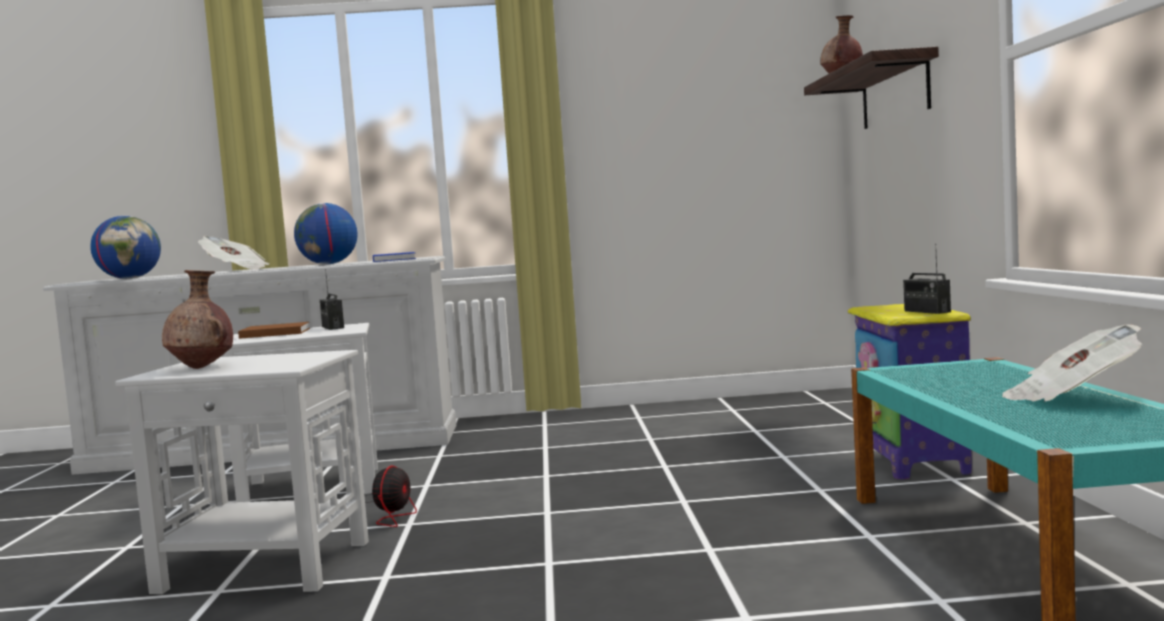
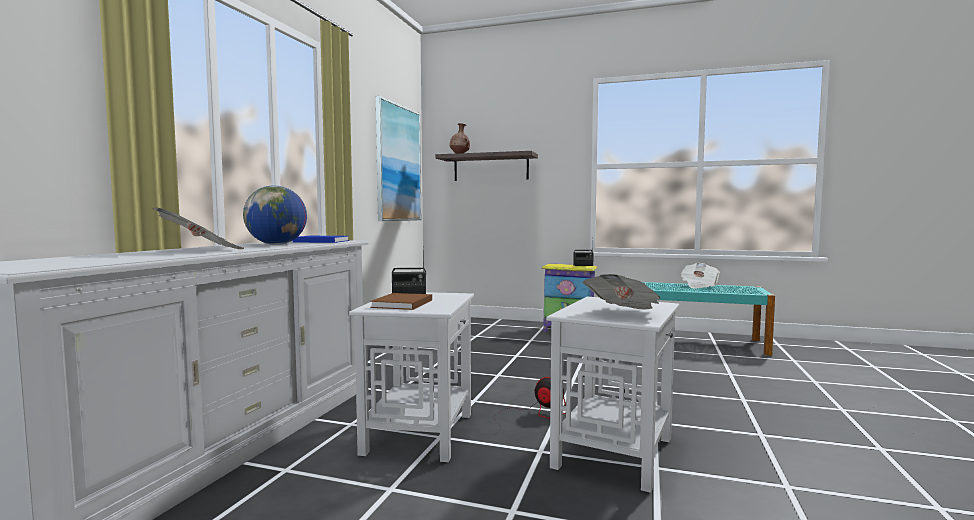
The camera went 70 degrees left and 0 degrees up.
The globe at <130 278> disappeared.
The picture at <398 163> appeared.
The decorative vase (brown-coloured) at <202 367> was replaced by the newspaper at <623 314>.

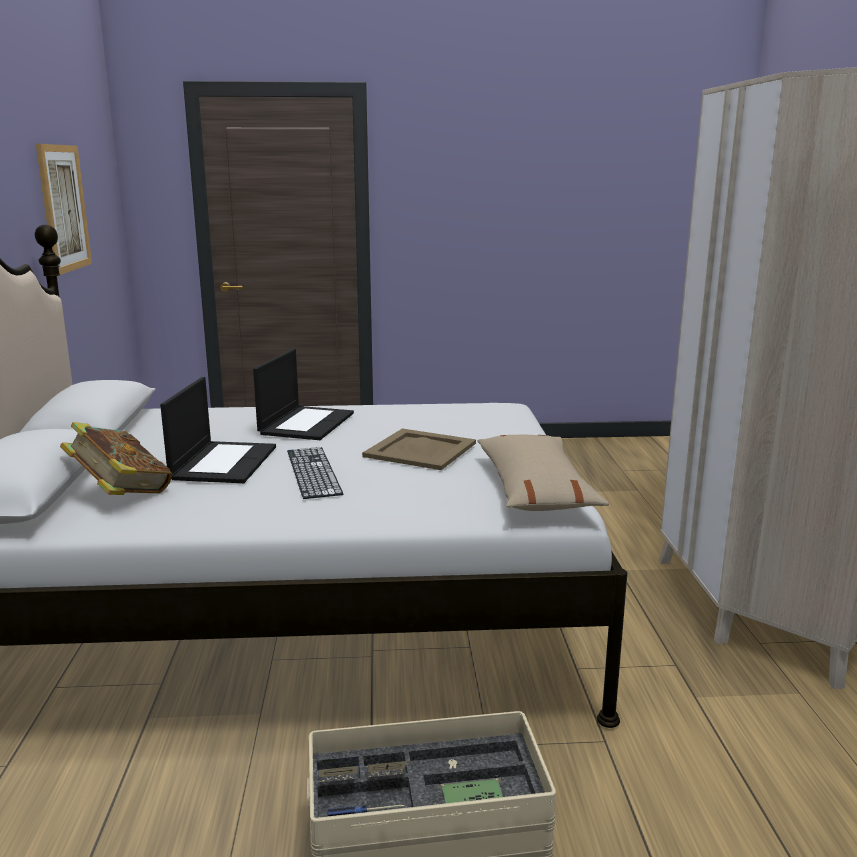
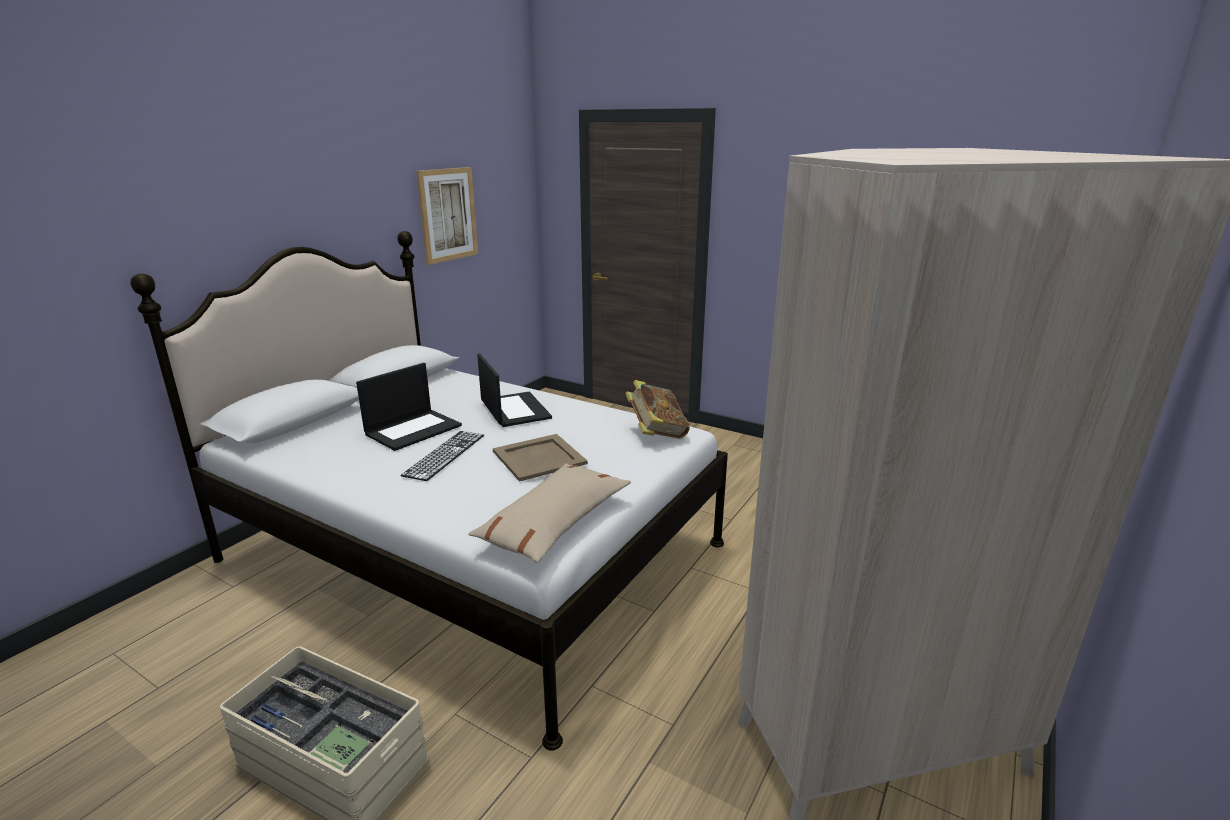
The camera went 35 degrees right and 5 degrees up.
The book moved from <121 494> to <656 433>.
The portable computer at <306 423> turned 75 degrees counterclockwise.

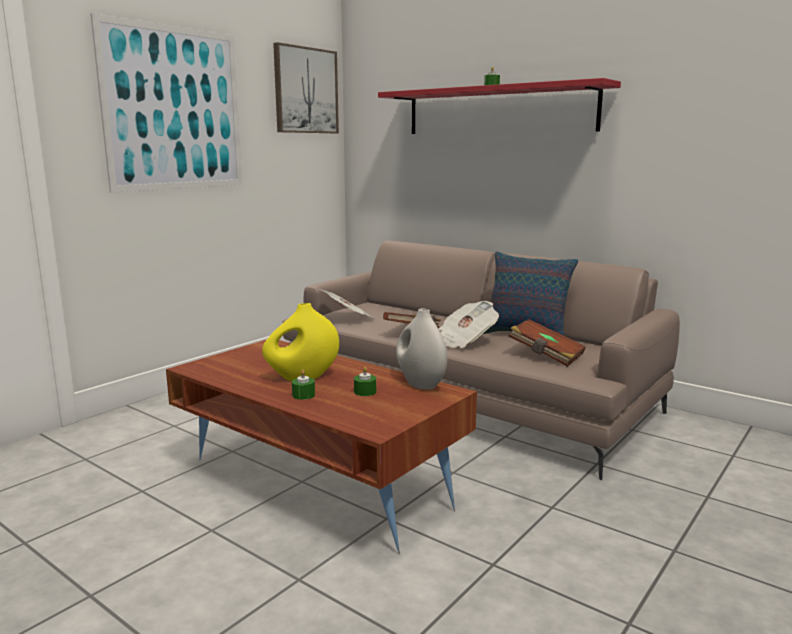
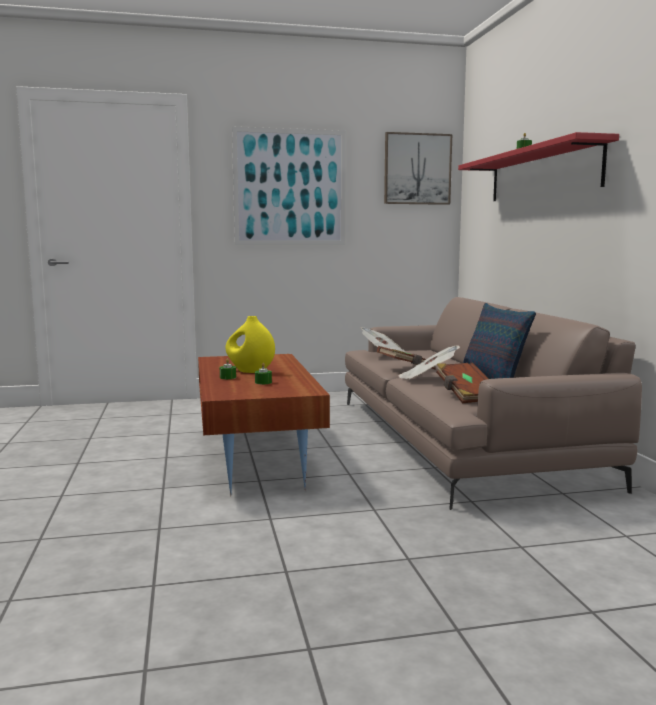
The camera went 40 degrees right and 5 degrees down.
The decorative vase (white) at <420 384> disappeared.

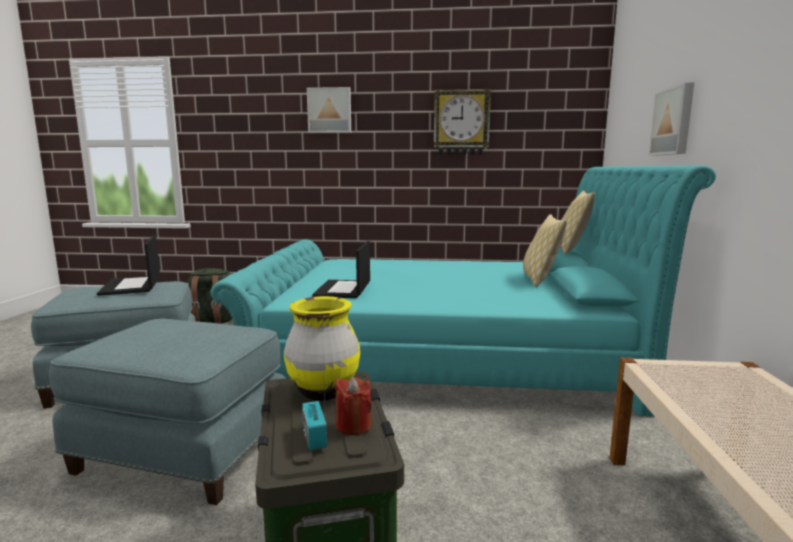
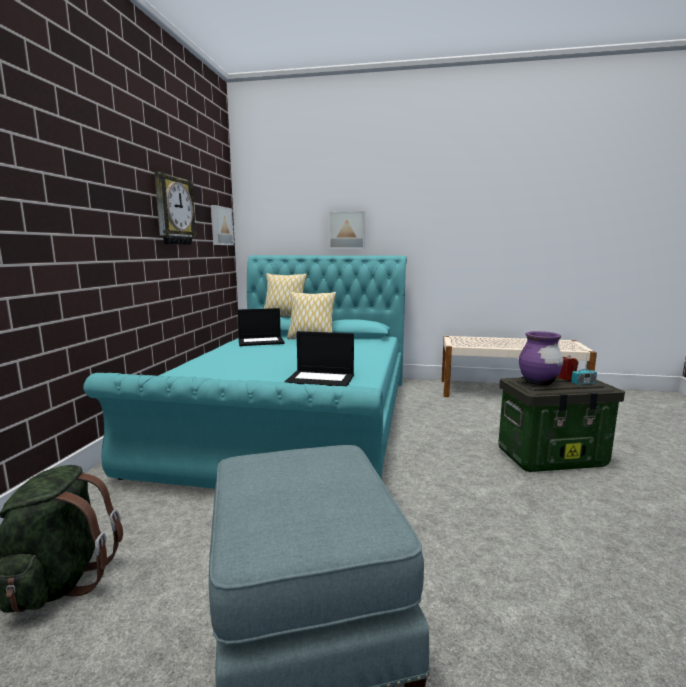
The camera went 85 degrees left and 0 degrees up.
The ottoman (blue-coloured) at <183 452> disappeared.
The portable computer moved from <132 286> to <261 341>.
The picture moved from <329 110> to <220 226>.
The decorative vase (yellow-coloured) at <323 392> became the decorative vase (purple) at <538 383>.

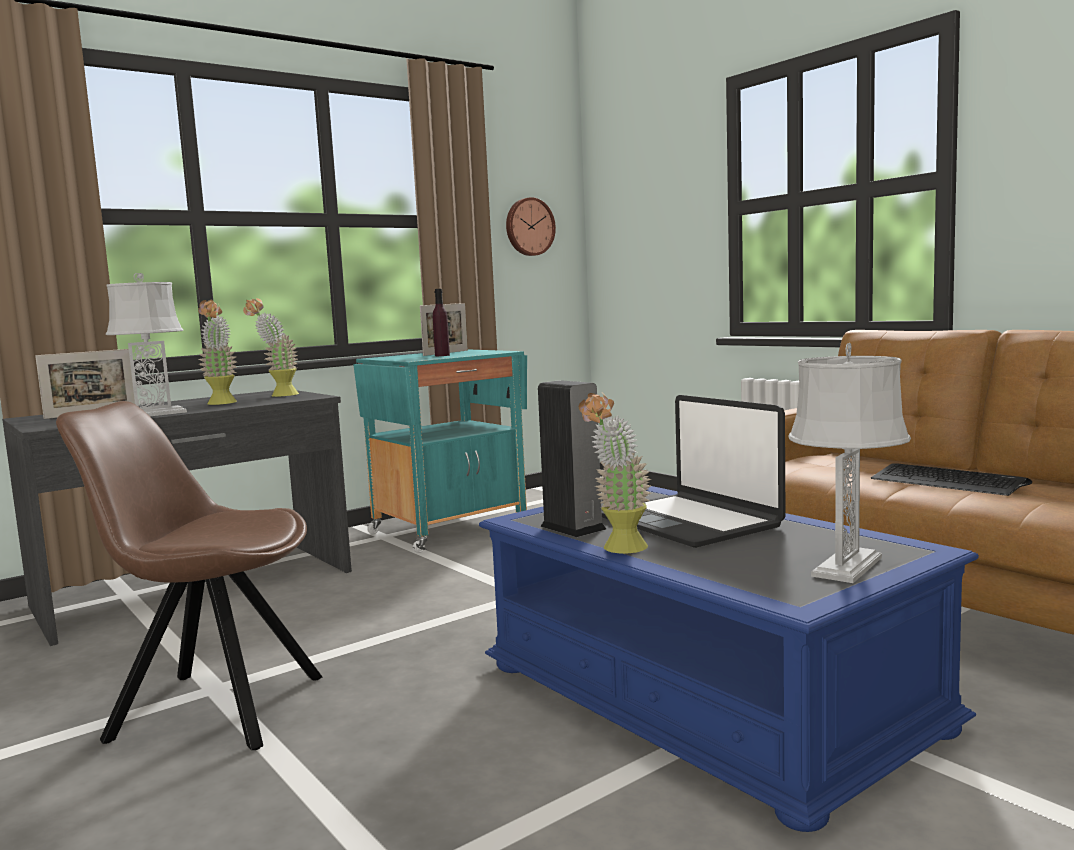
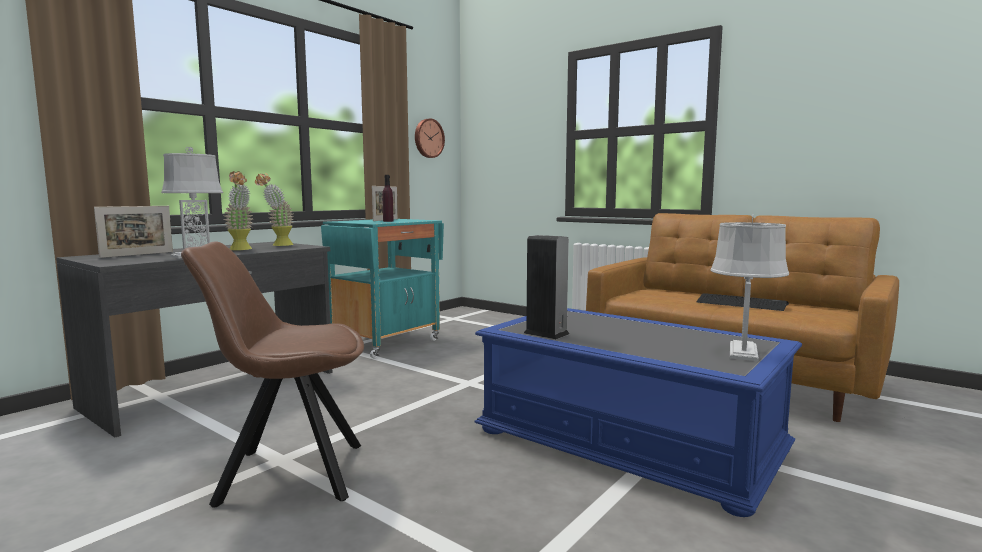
The camera went 15 degrees left and 0 degrees up.
The potted plant at <618 550> disappeared.
The portable computer at <690 522> disappeared.

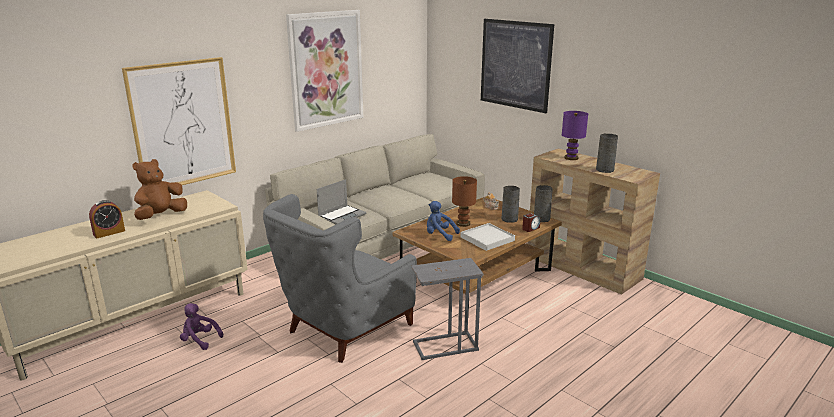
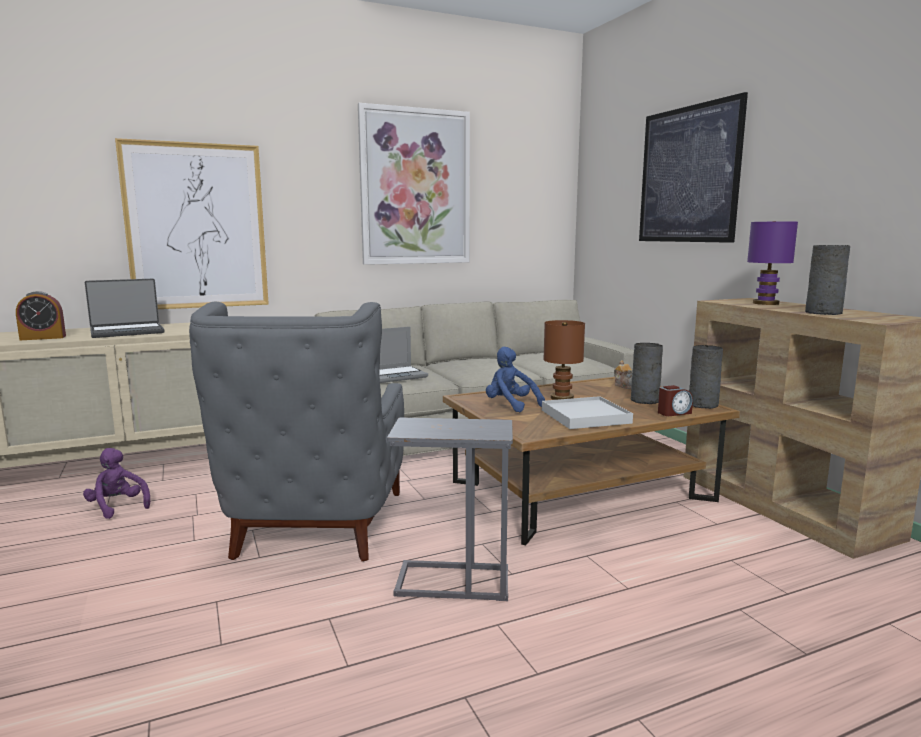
The camera went 20 degrees right and 10 degrees down.
The cuddly toy (brown-coloured) at <161 216> was replaced by the portable computer at <127 332>.
The easy chair (gray) at <344 330> turned 60 degrees counterclockwise.

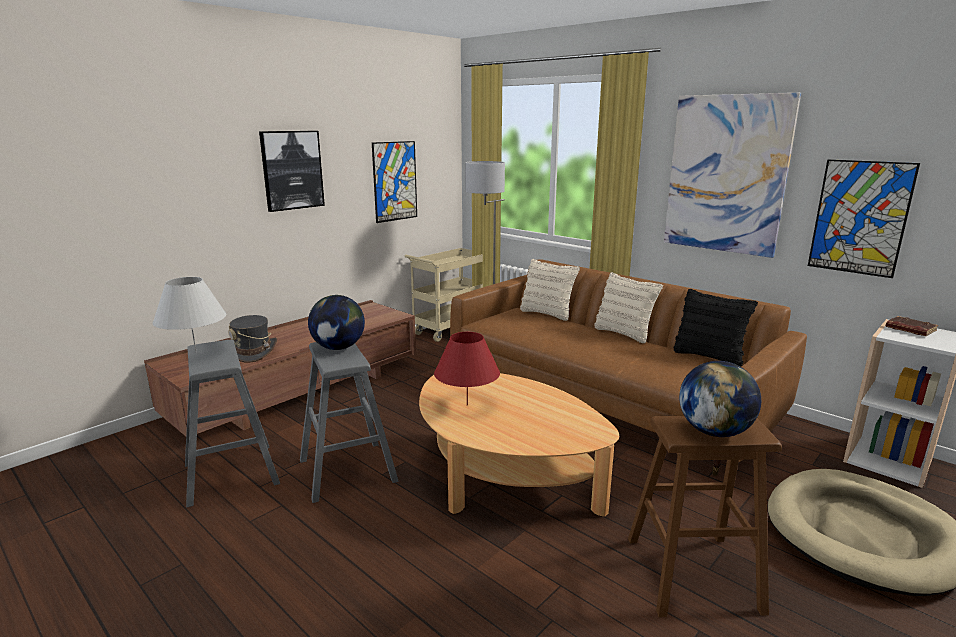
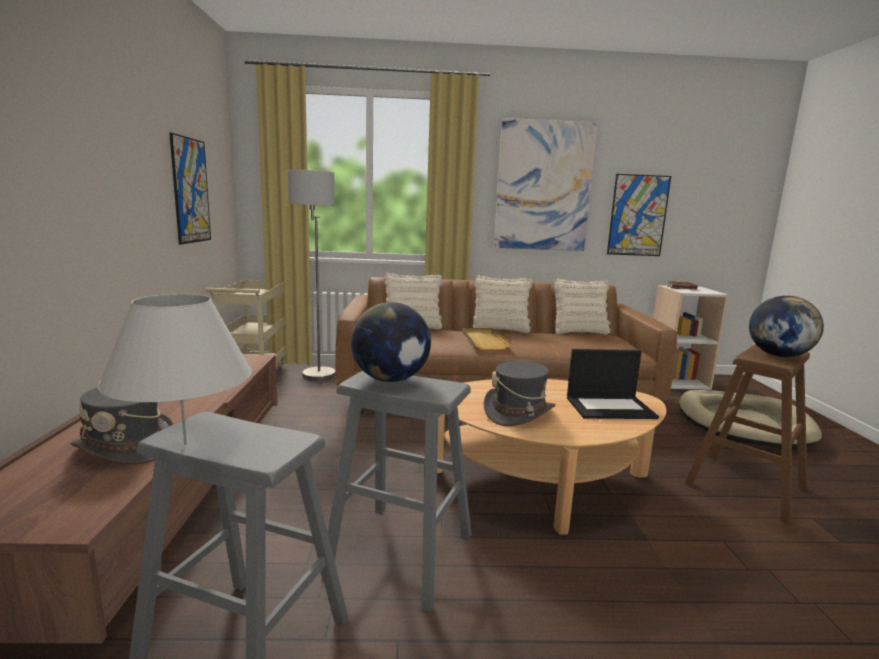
The camera went 45 degrees left and 5 degrees down.
The picture at <292 170> disappeared.
The tray (sand-coloured) at <484 340> appeared.
The portable computer at <610 407> appeared.
The table lamp (reddish) at <467 405> was replaced by the hat (gray) at <518 412>.
The throw pillow (black) at <709 357> became the throw pillow (sand-coloured) at <579 332>.

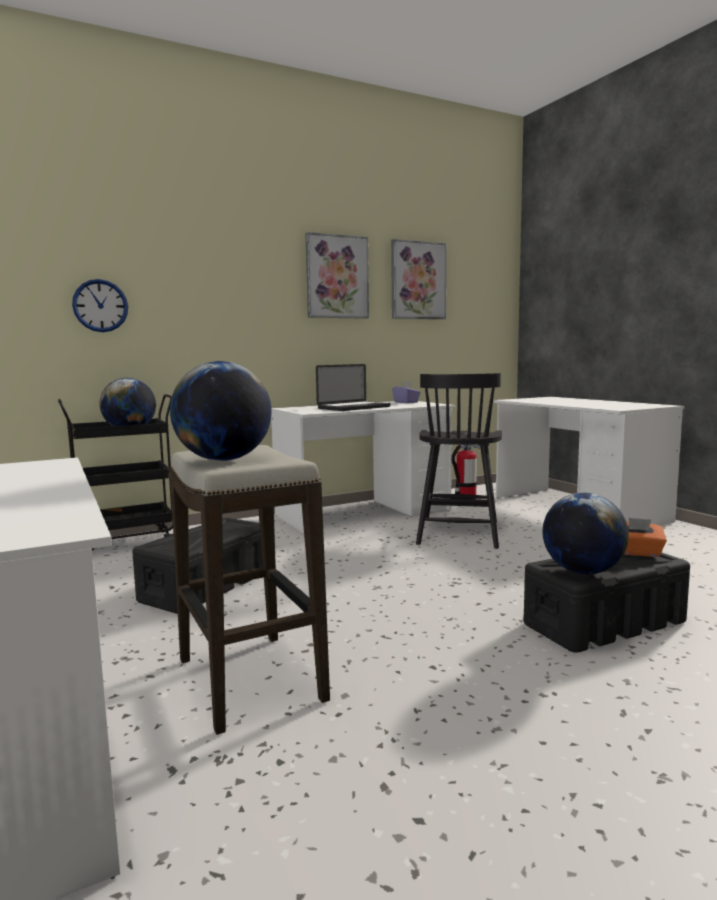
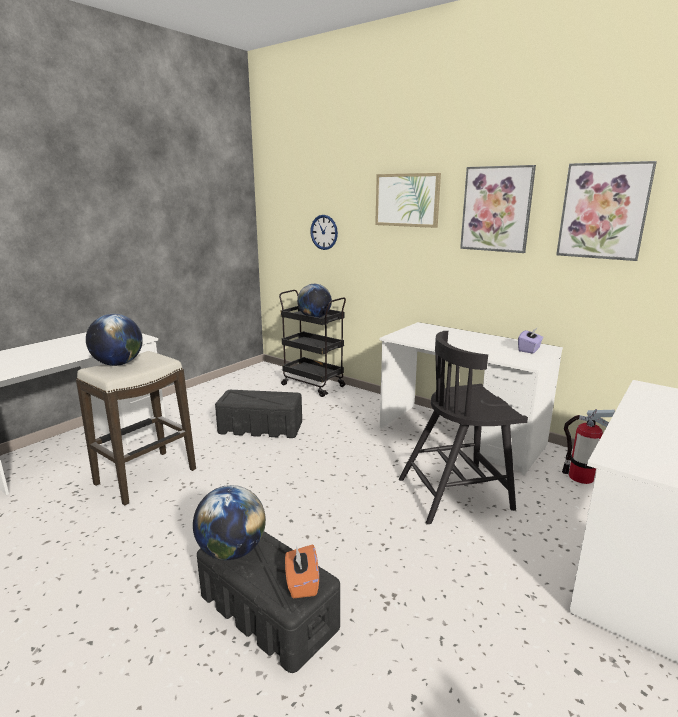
The camera went 65 degrees right and 10 degrees up.
The portable computer at <354 408> disappeared.
The picture at <407 200> appeared.

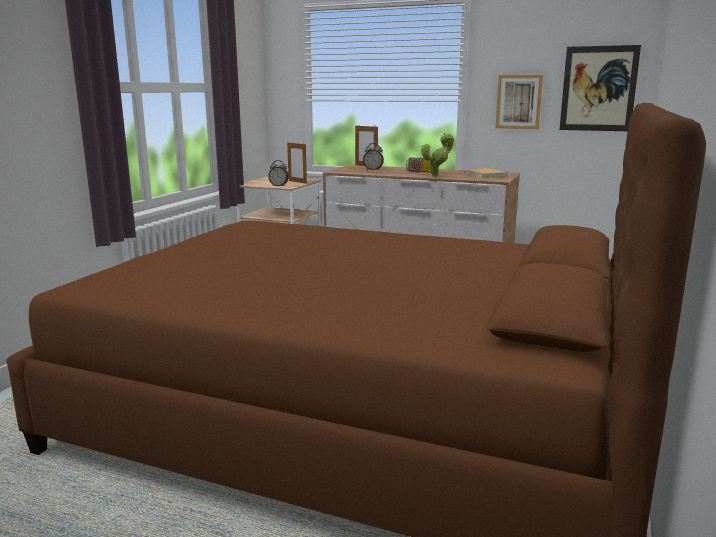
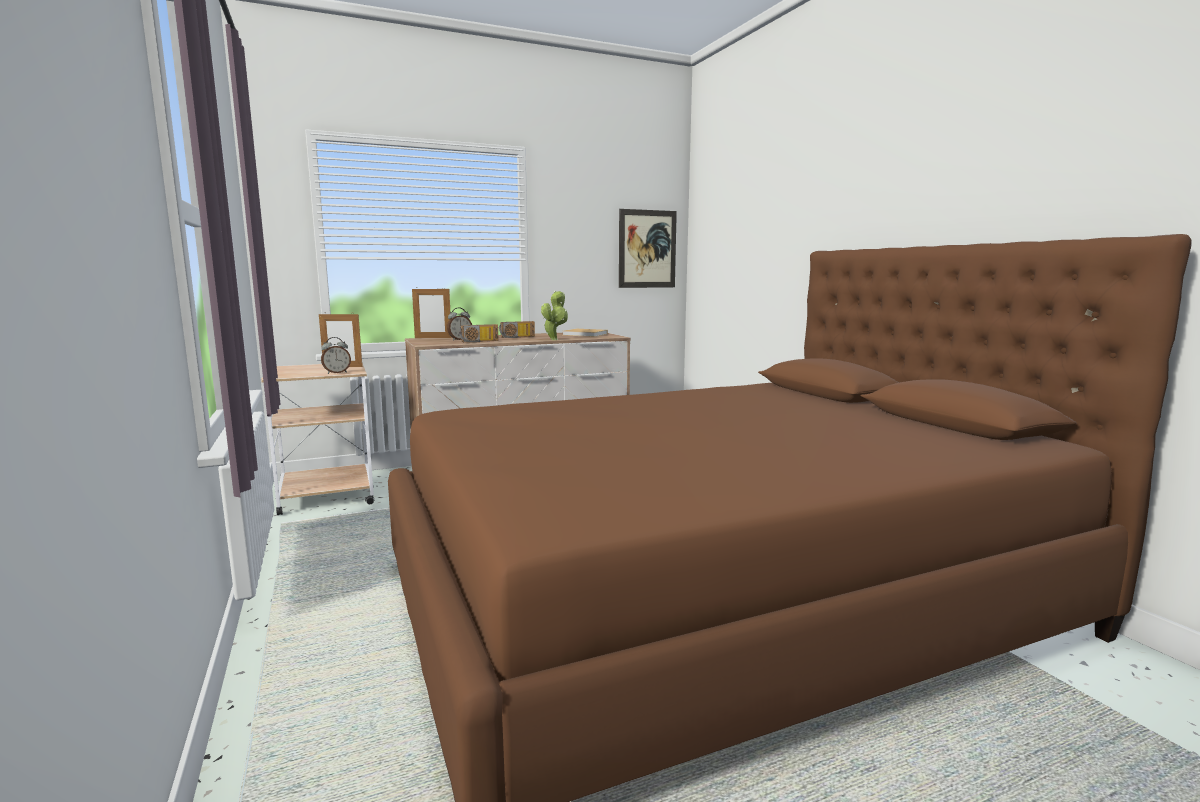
The camera went 45 degrees left and 5 degrees down.
The picture at <519 102> disappeared.
The radio receiver at <479 341> appeared.

